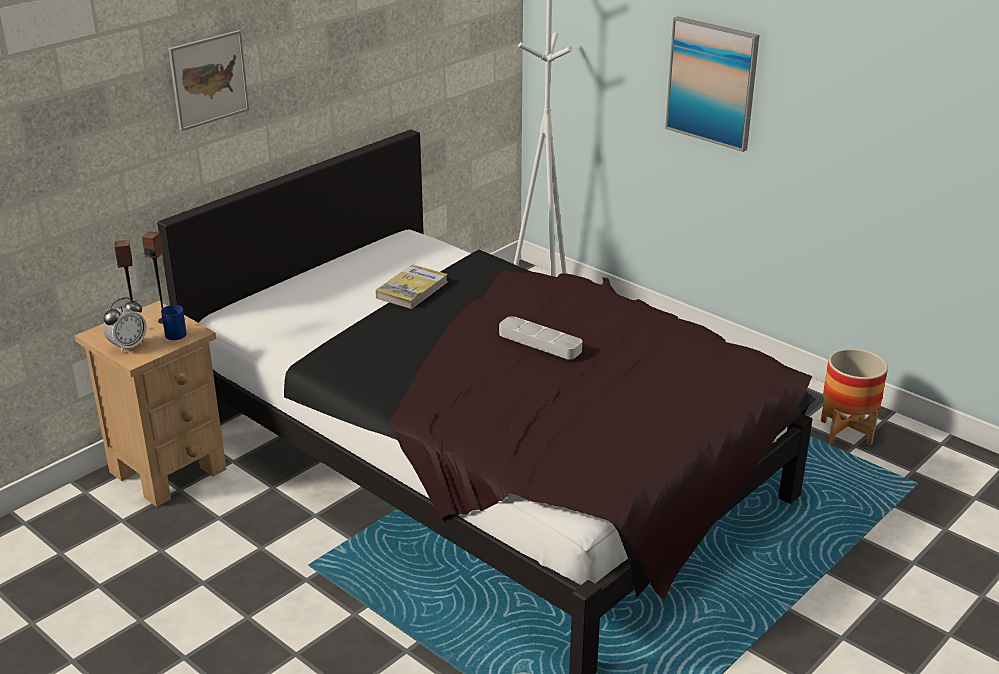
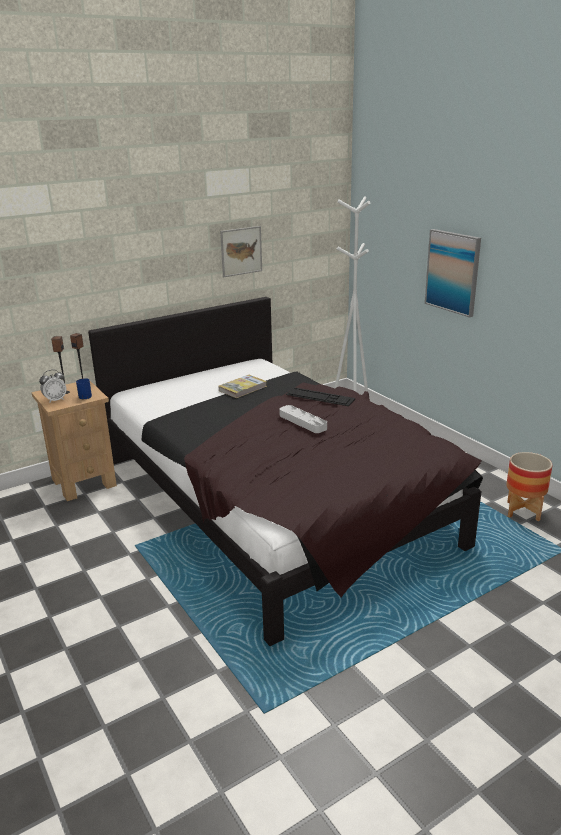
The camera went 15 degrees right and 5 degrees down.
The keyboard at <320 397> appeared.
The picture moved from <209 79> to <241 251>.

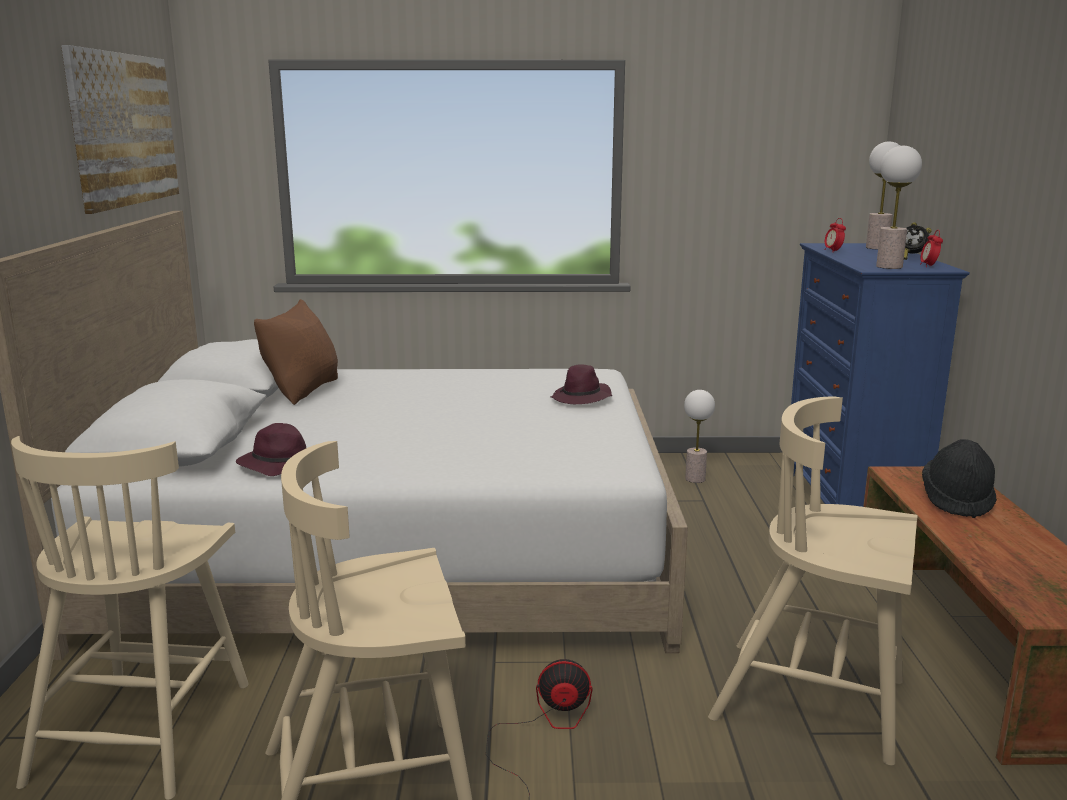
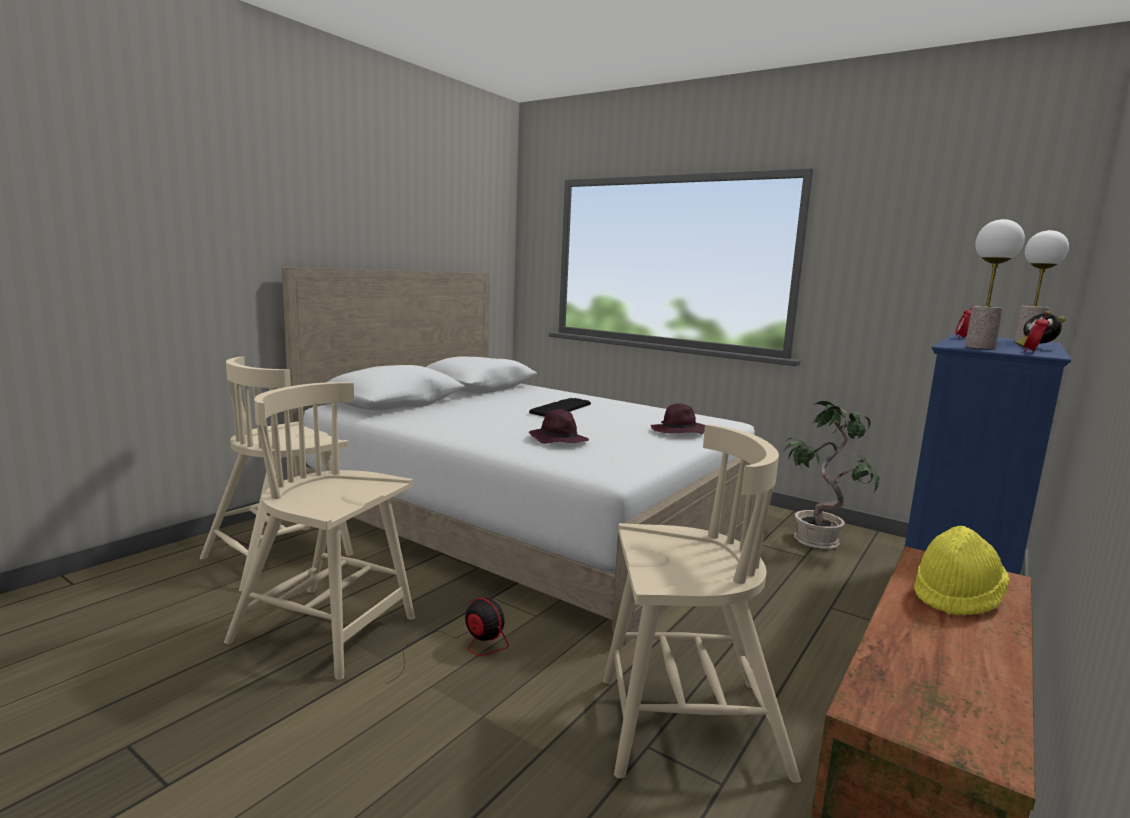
The camera went 35 degrees right and 5 degrees down.
The picture at <125 129> disappeared.
The throw pillow (brown-coloured) at <303 391> disappeared.
The keyboard at <560 408> appeared.
The hat (purple) moved from <279 465> to <557 440>.
The table lamp at <695 479> was replaced by the potted plant at <818 540>.
The hat (black) at <957 501> became the hat (yellow-coloured) at <956 597>.
The chair (sand-coloured) at <813 700> turned 120 degrees clockwise.

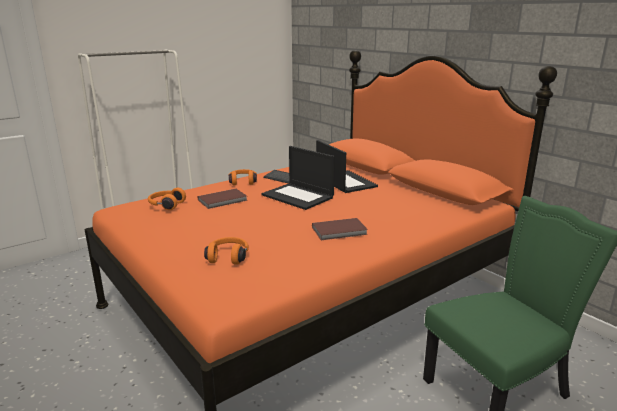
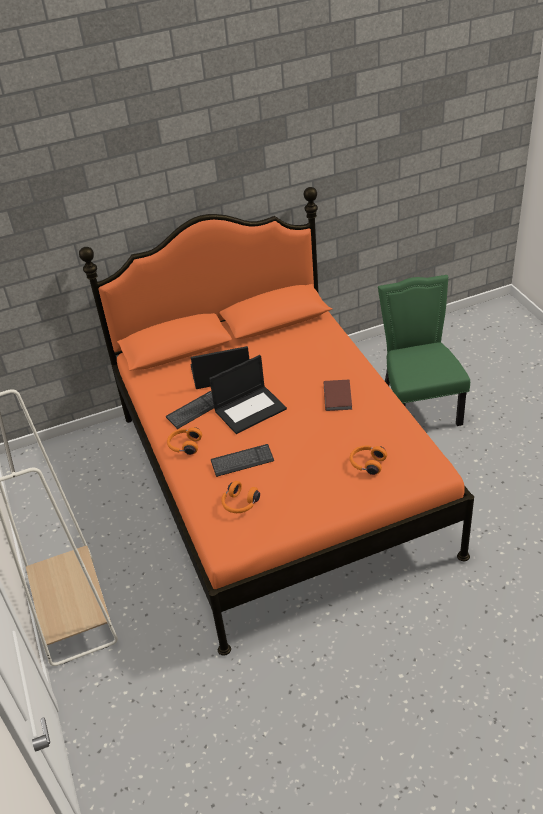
The camera went 70 degrees left and 20 degrees up.
The book (brown-coloured) at <223 200> was replaced by the keyboard at <242 461>.

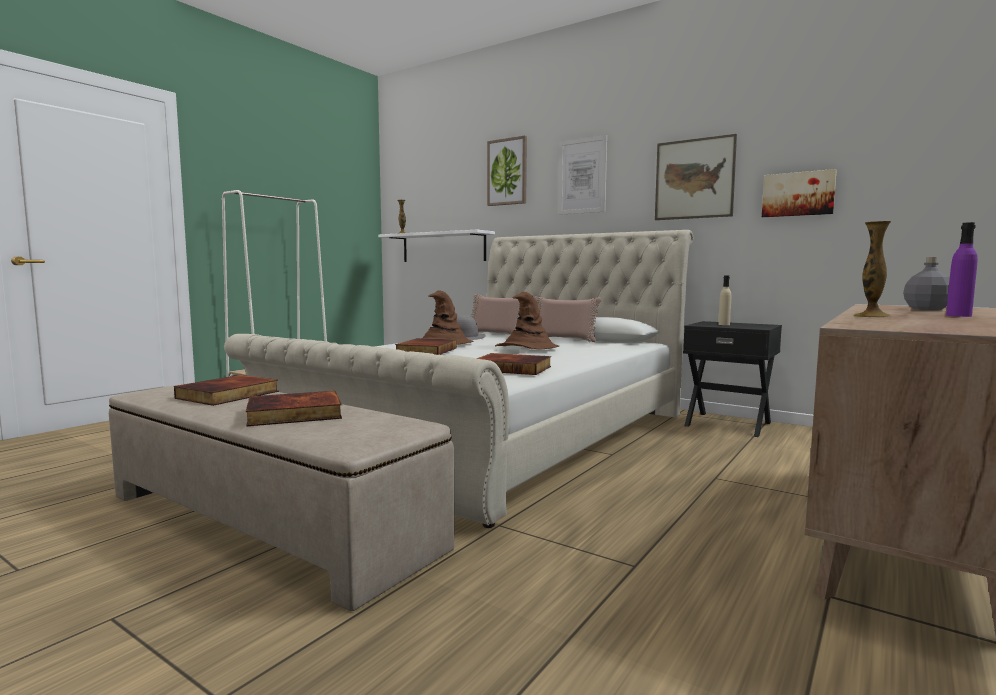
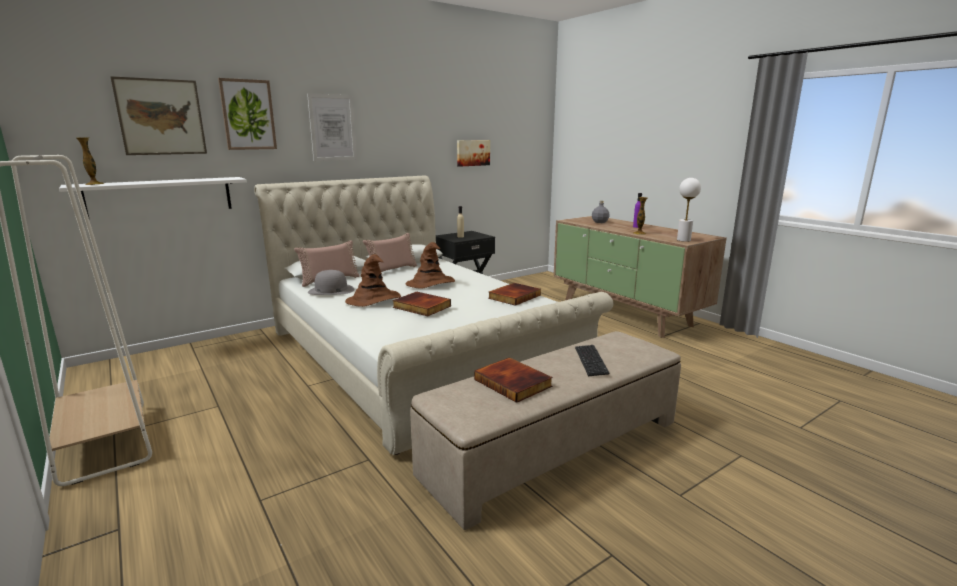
The camera went 70 degrees left and 10 degrees up.
The table lamp (white) at <683 240> appeared.
The picture moved from <694 179> to <161 117>.
The book at <294 414> was replaced by the keyboard at <591 361>.

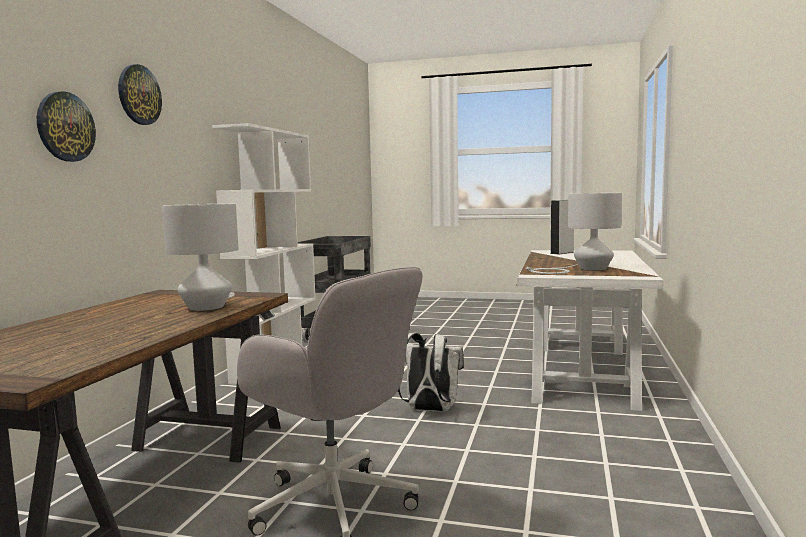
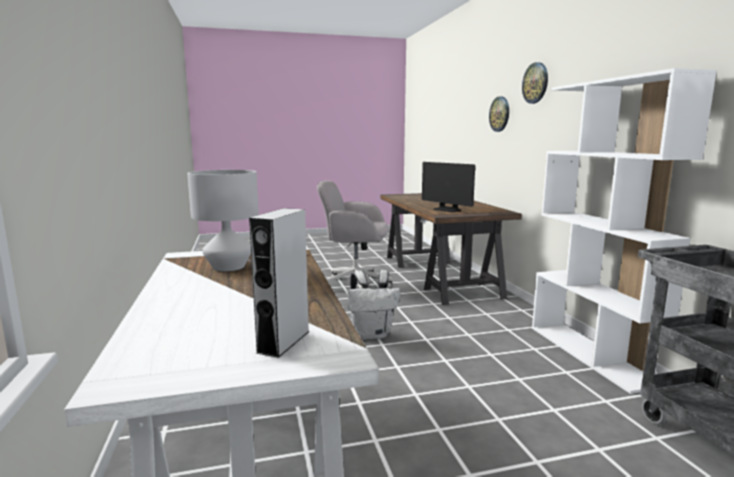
The camera went 150 degrees right and 5 degrees up.
The table lamp (gray) at <208 303> was replaced by the computer display at <447 210>.

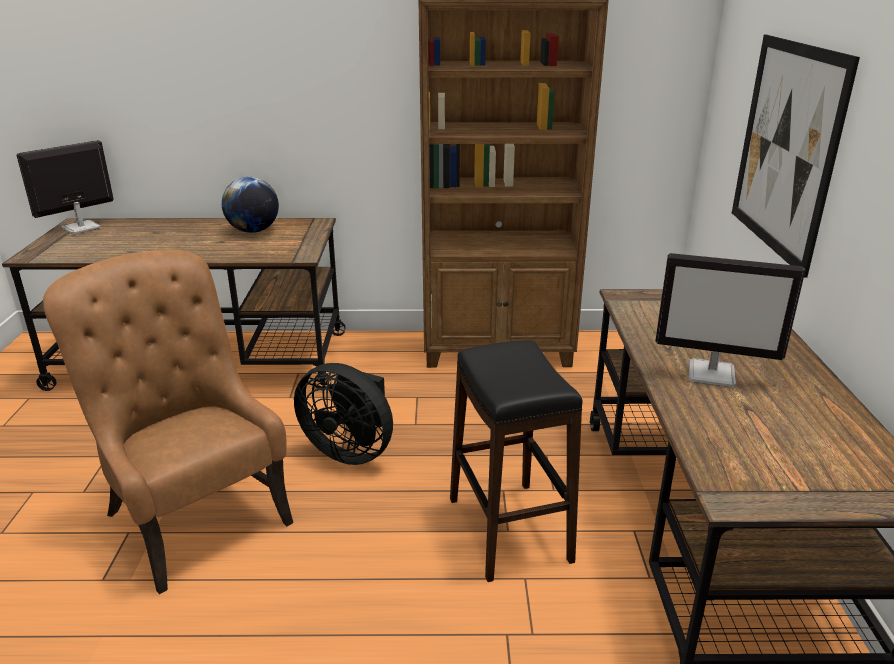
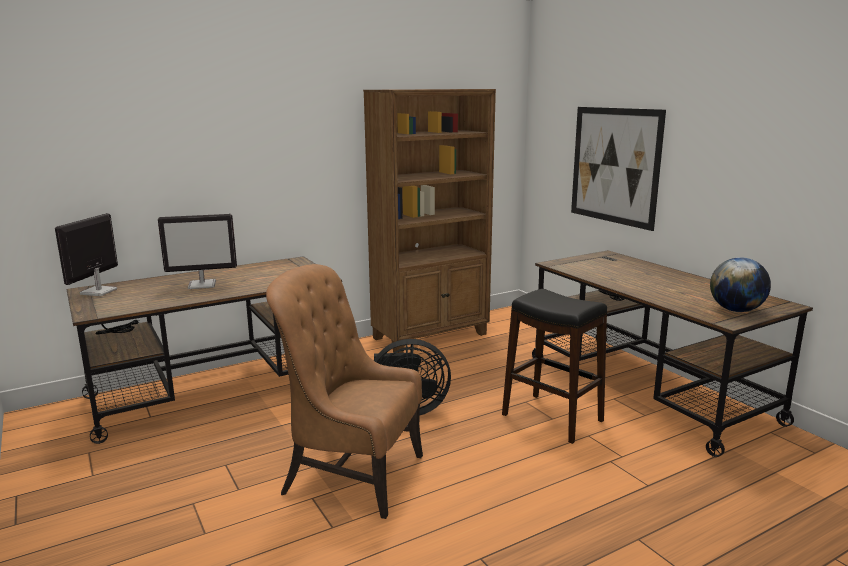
The camera went 30 degrees left and 10 degrees down.
The globe moved from <253 231> to <736 310>.
The computer display moved from <712 374> to <203 285>.

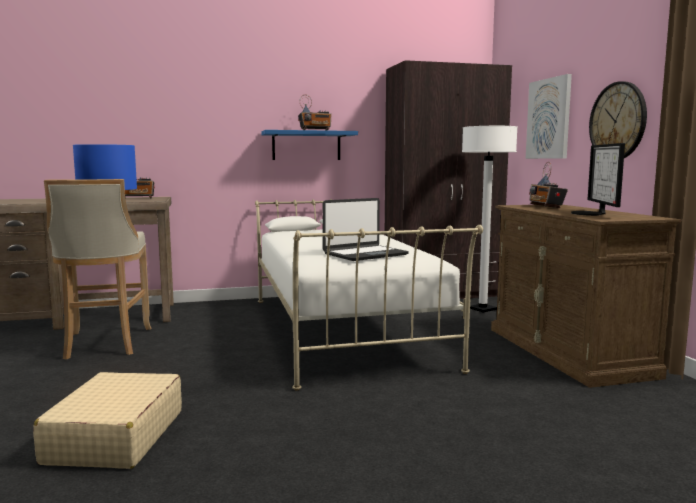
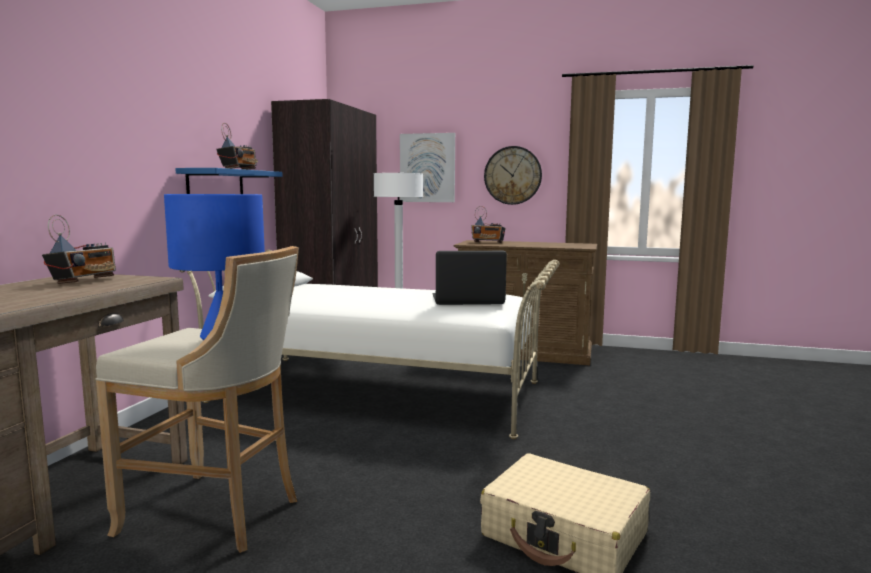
The camera went 60 degrees left and 0 degrees up.
The computer display at <591 213> disappeared.
The portable computer at <365 254> turned 90 degrees counterclockwise.

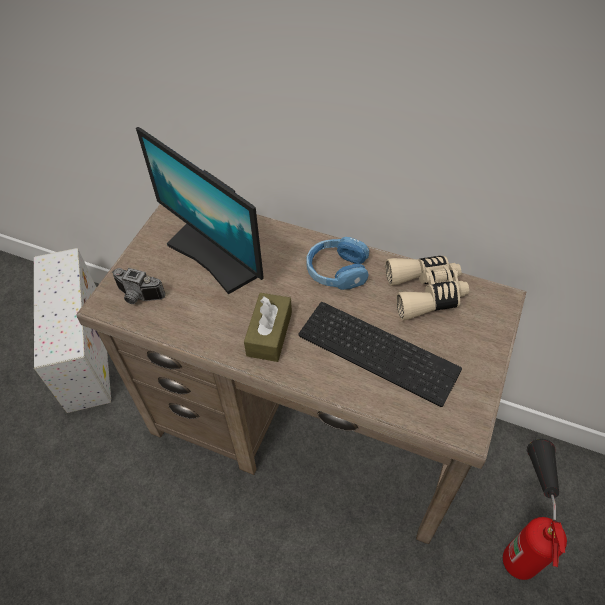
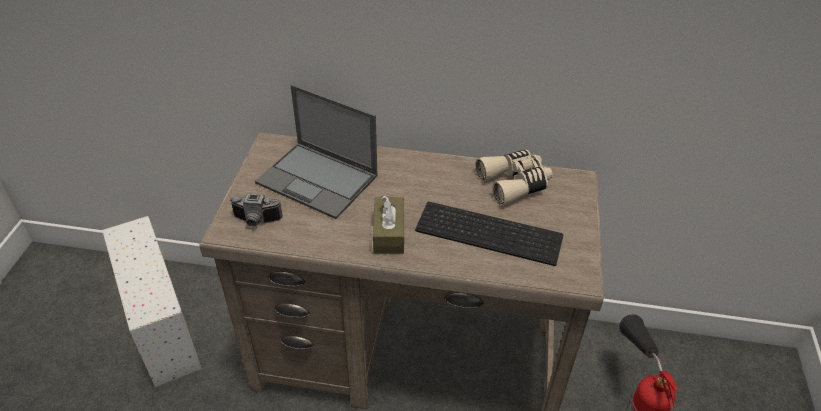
The camera went 15 degrees left and 10 degrees down.
The pair of headphones (blue-coloured) at <337 271> disappeared.
The computer display at <214 256> was replaced by the portable computer at <318 179>.

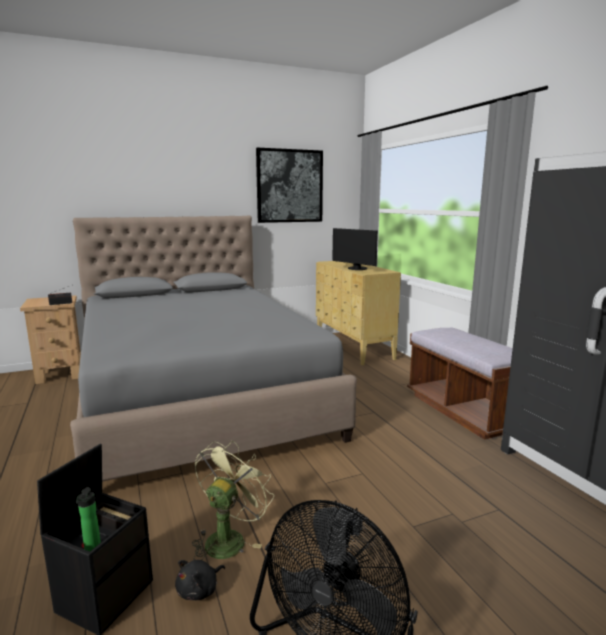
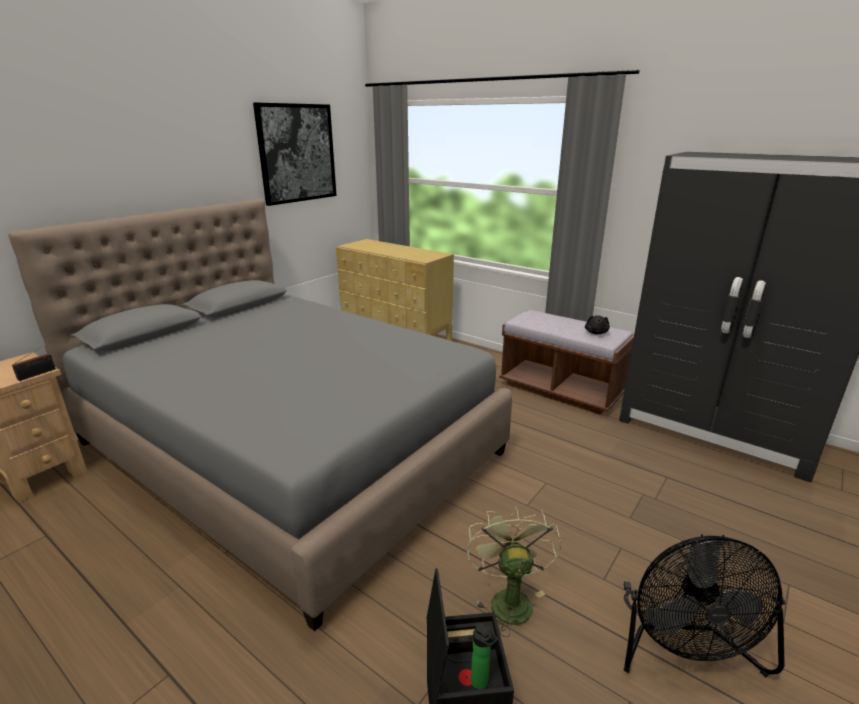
The camera went 30 degrees left and 10 degrees up.
The computer display at <356 269> disappeared.
The cuddly toy (black) moved from <199 590> to <596 333>.

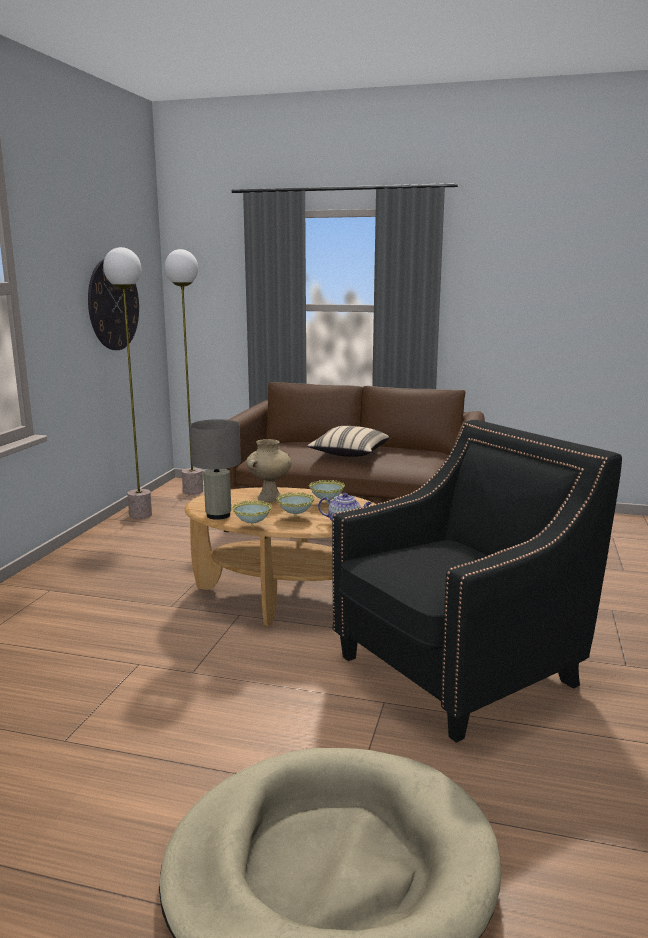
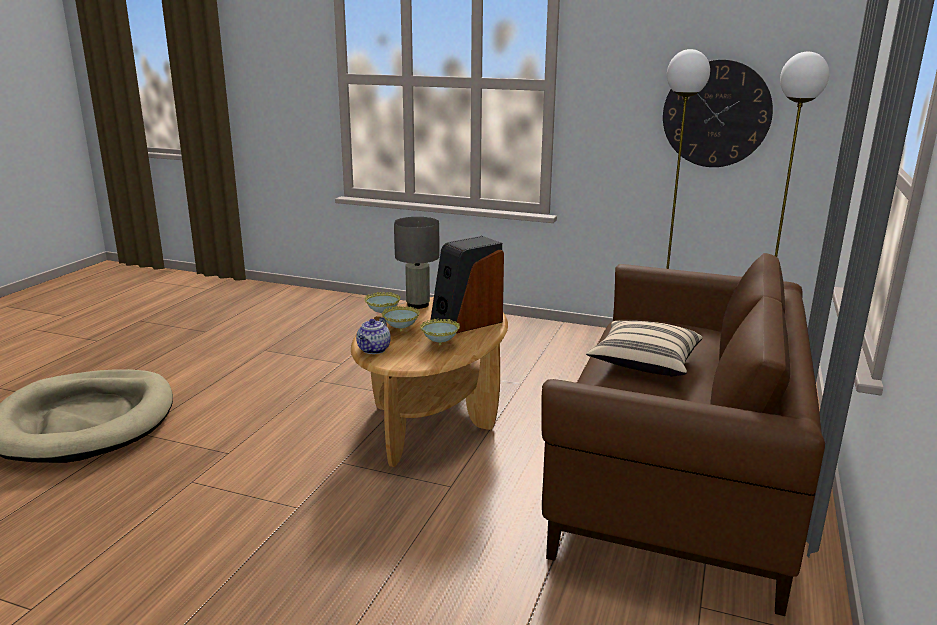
The camera went 95 degrees right and 5 degrees up.
The easy chair (black) at <458 669> disappeared.
The decorative vase (sand-coloured) at <269 497> was replaced by the loudspeaker at <466 322>.

